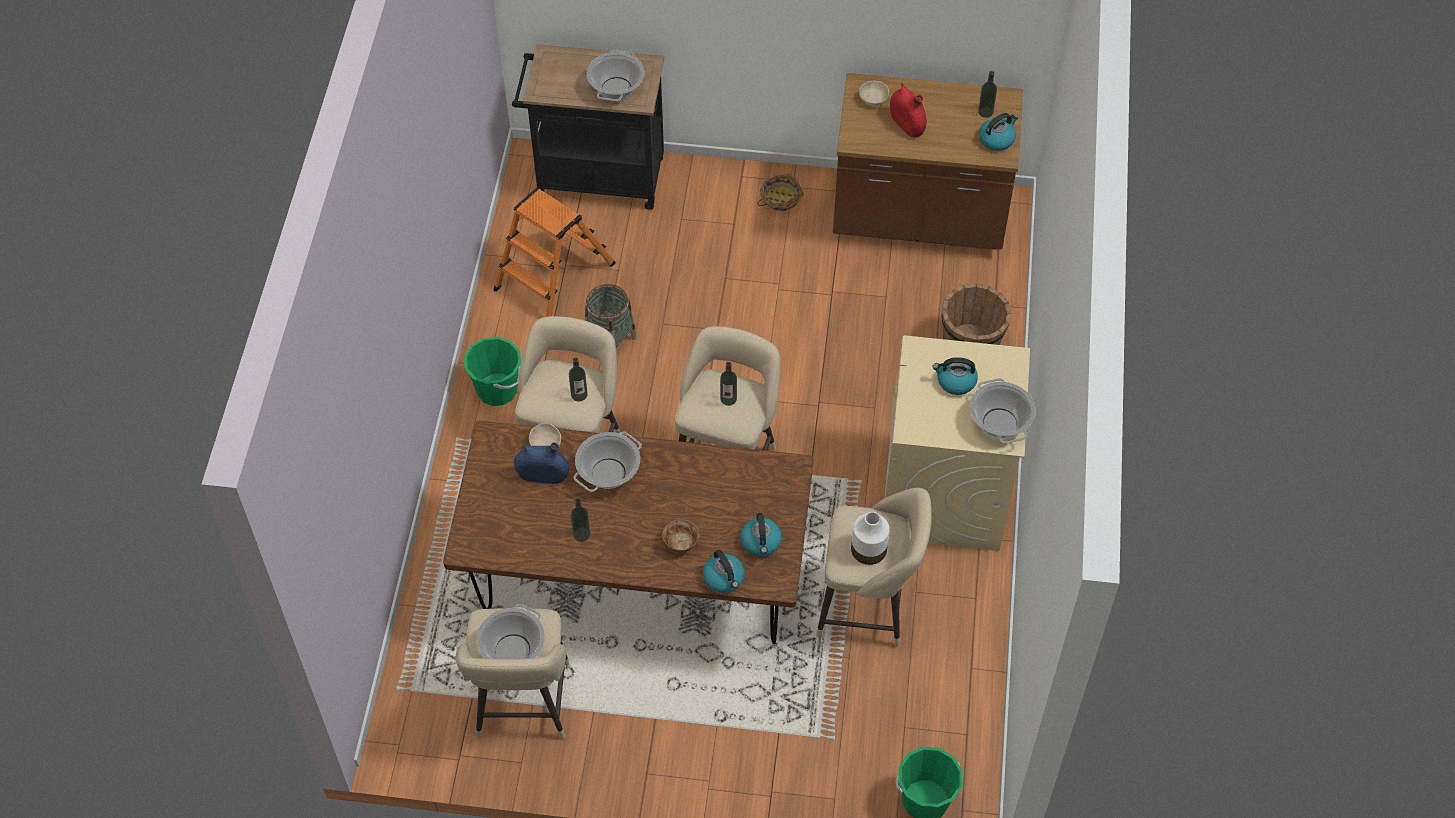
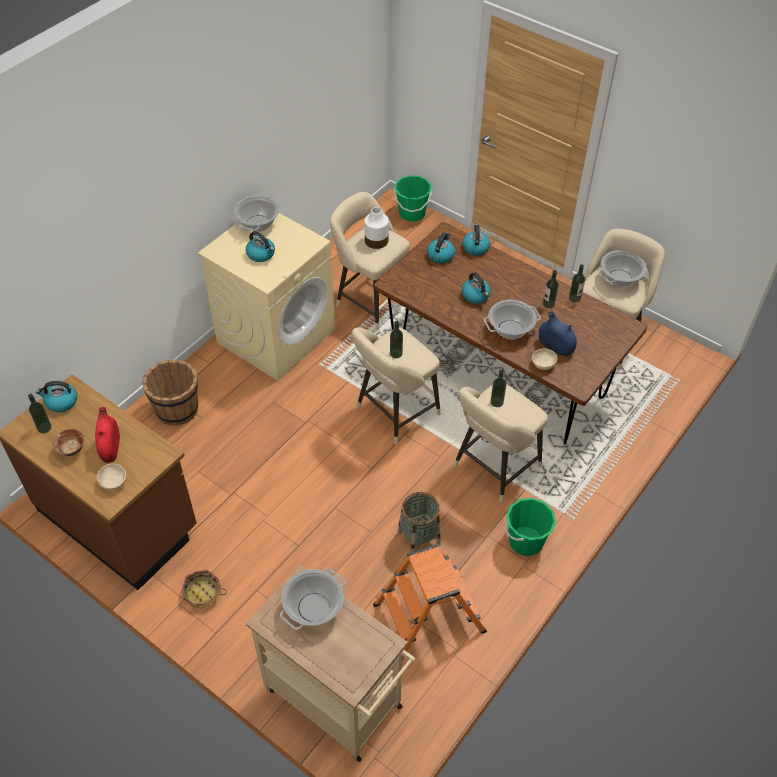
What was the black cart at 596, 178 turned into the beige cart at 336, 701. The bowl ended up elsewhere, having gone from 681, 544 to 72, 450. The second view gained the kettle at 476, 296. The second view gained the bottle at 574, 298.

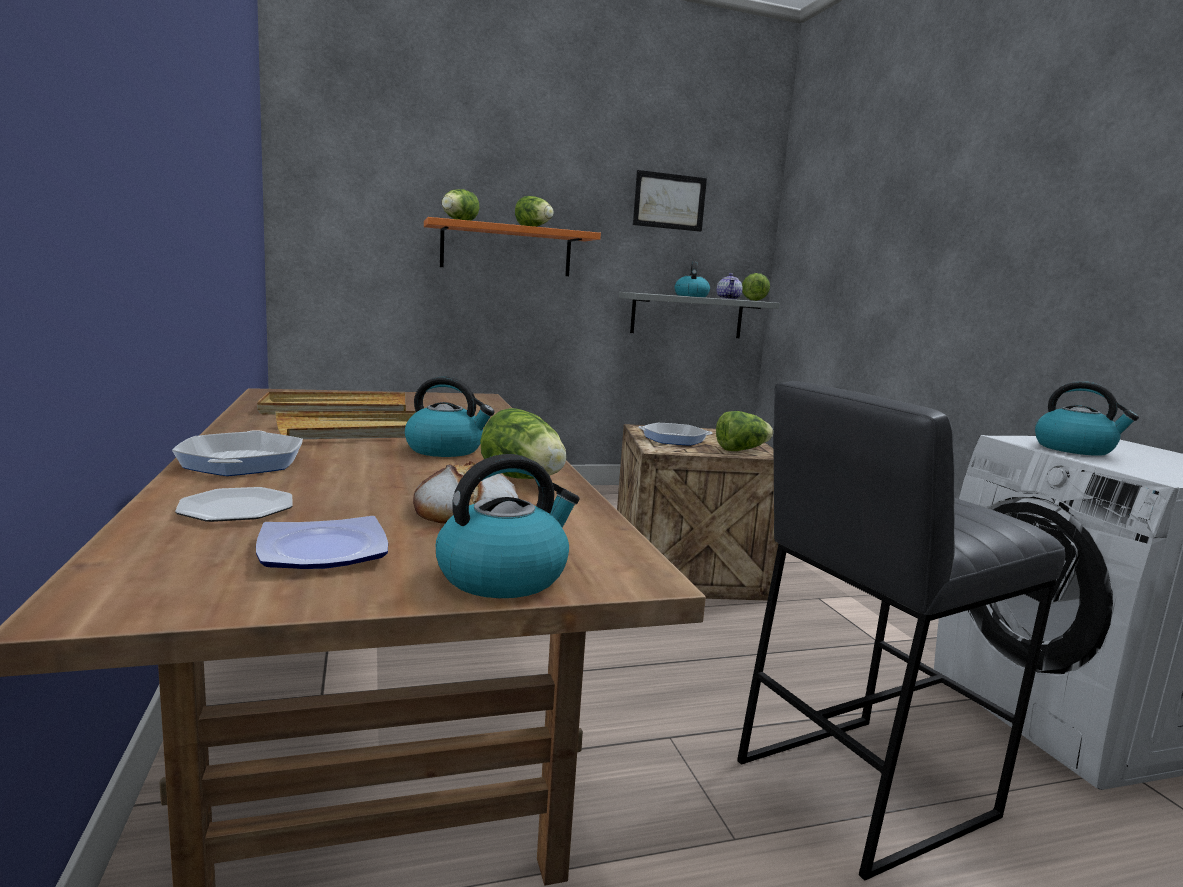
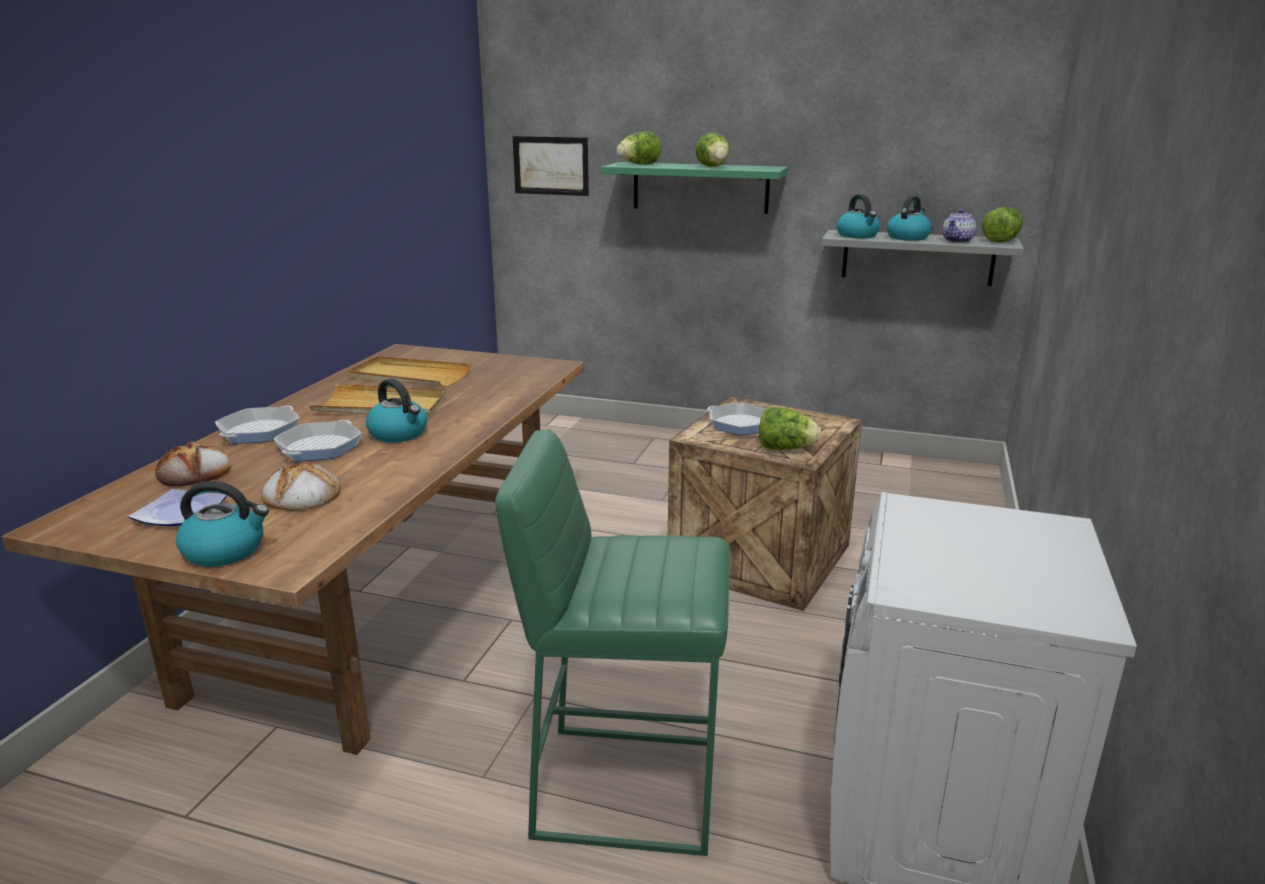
Where the plate stood at 237, 509, the bread came to stand at 195, 472. What was the orange shelf at 506, 250 turned into the green shelf at 700, 187. The second view lost the lettuce at 524, 479. The picture ended up elsewhere, having gone from 669, 201 to 551, 165. What was the grey stool at 861, 789 turned into the green stool at 622, 787. The kettle ended up elsewhere, having gone from 1075, 449 to 858, 236. The second view gained the frying pan at 319, 447.

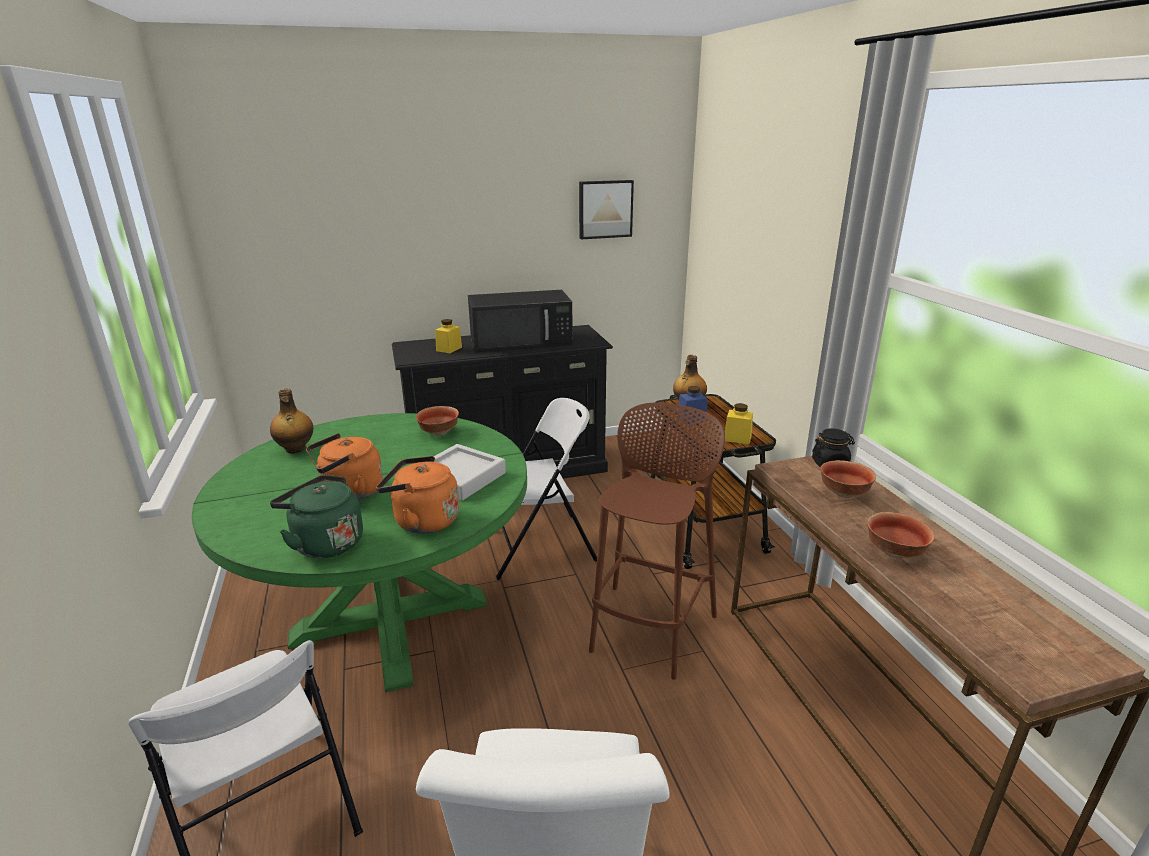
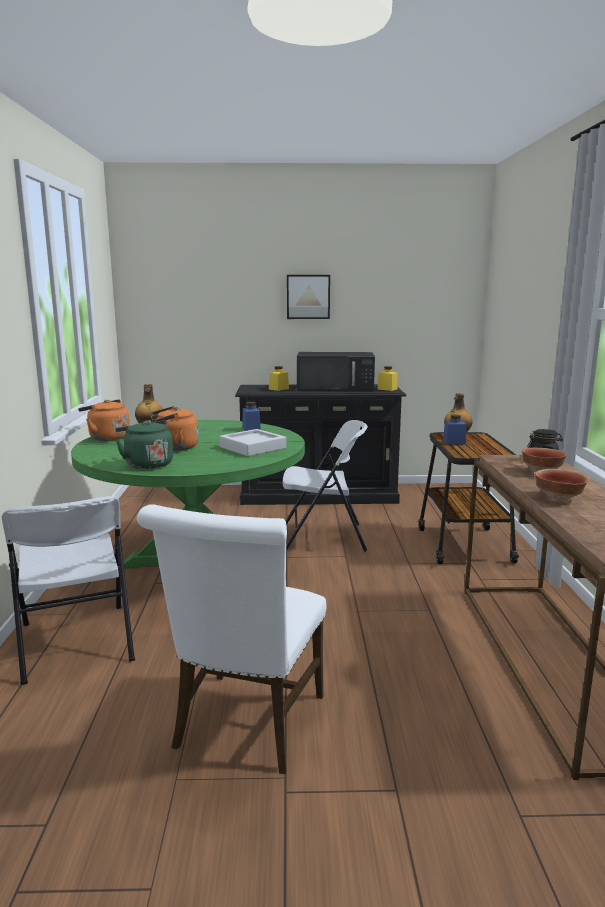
The orange kettle ended up elsewhere, having gone from 422, 521 to 107, 438. Where the bowl stood at 439, 432, the blue jar came to stand at 251, 429. The picture ended up elsewhere, having gone from 605, 209 to 308, 297. The second view lost the brown stool at 649, 629. The yellow jar ended up elsewhere, having gone from 737, 438 to 387, 389.

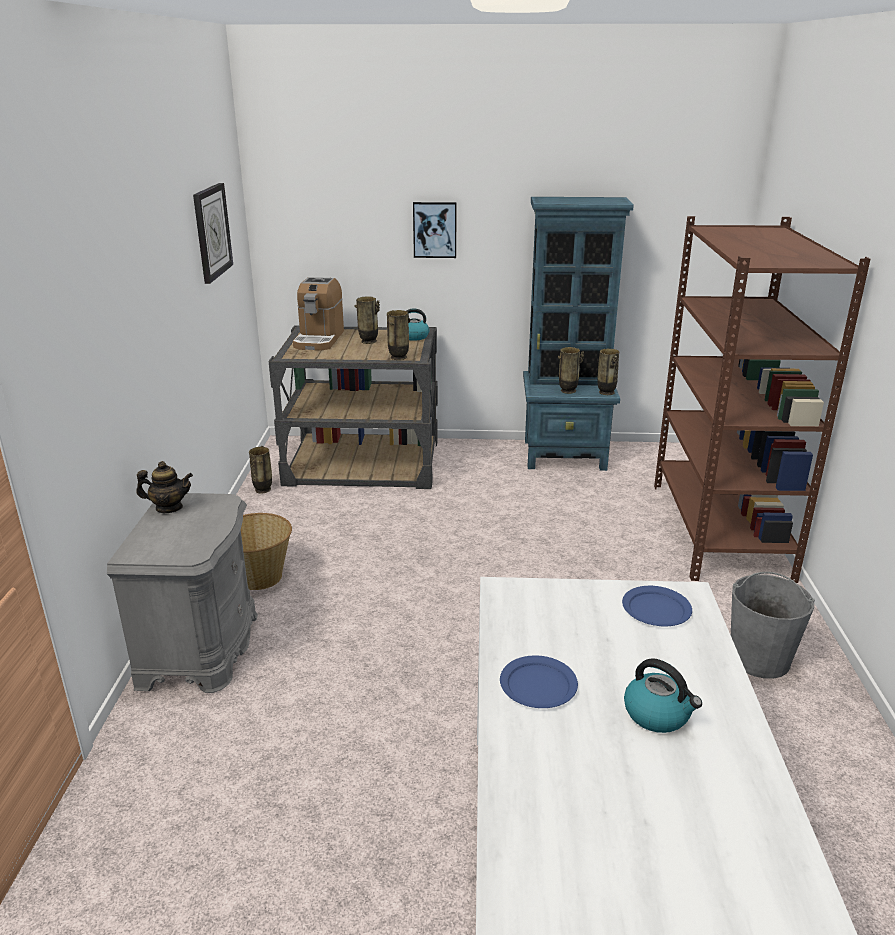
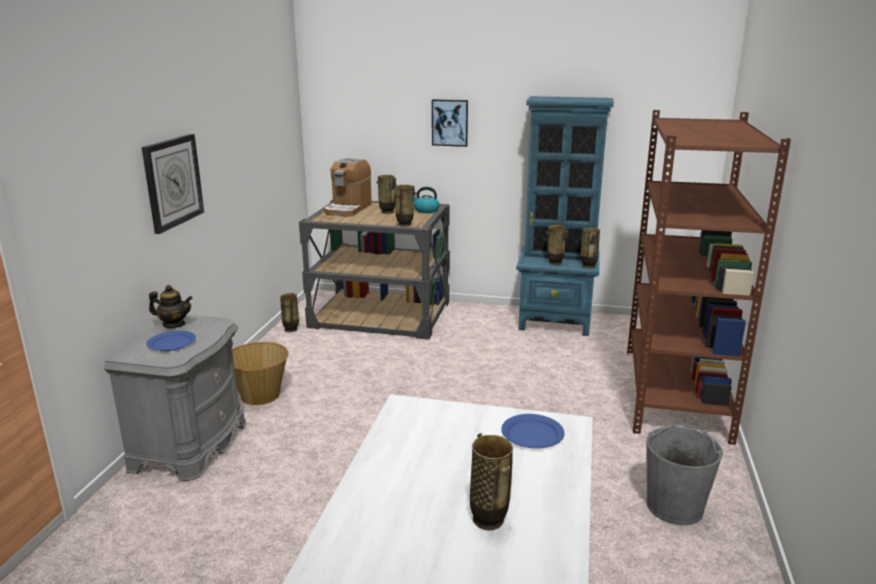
The wall clock ended up elsewhere, having gone from 212, 232 to 173, 182. The blue plate ended up elsewhere, having gone from 538, 684 to 172, 343. Where the kettle stood at 658, 714, the vase came to stand at 488, 520.

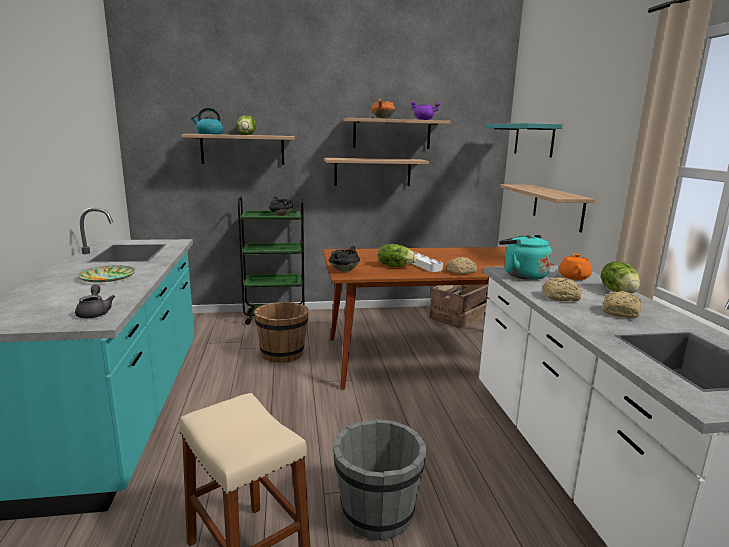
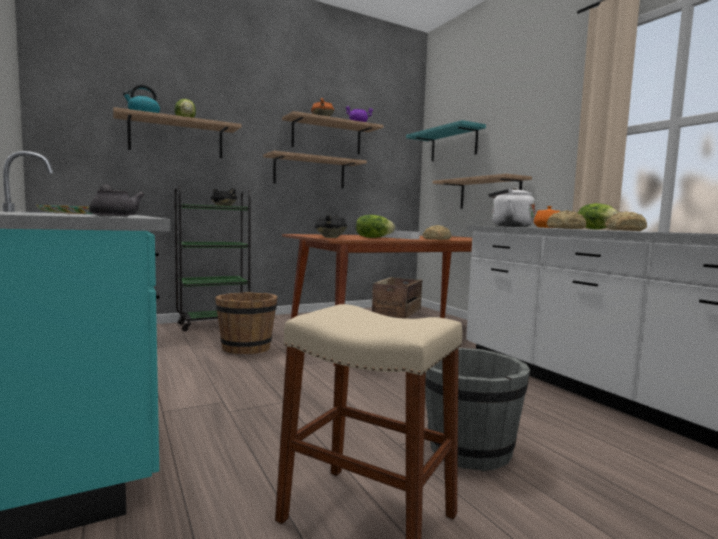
What was the turquoise kettle at 522, 275 turned into the white kettle at 508, 226.

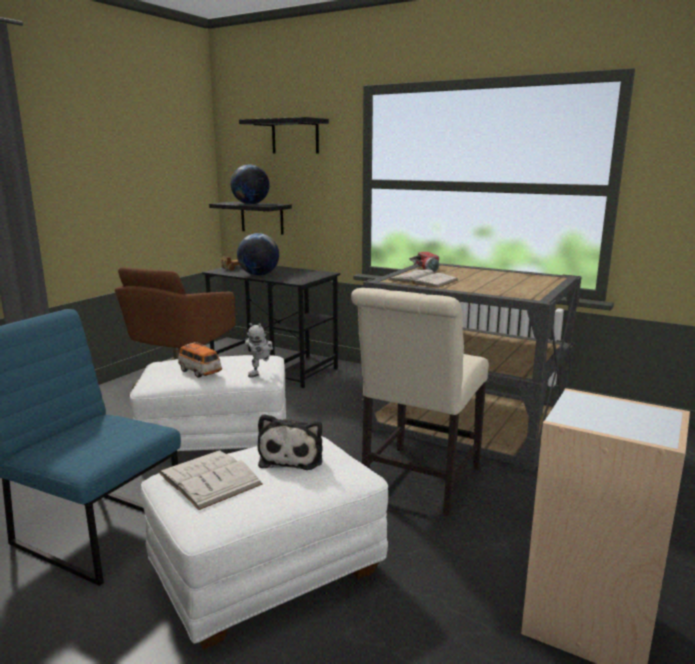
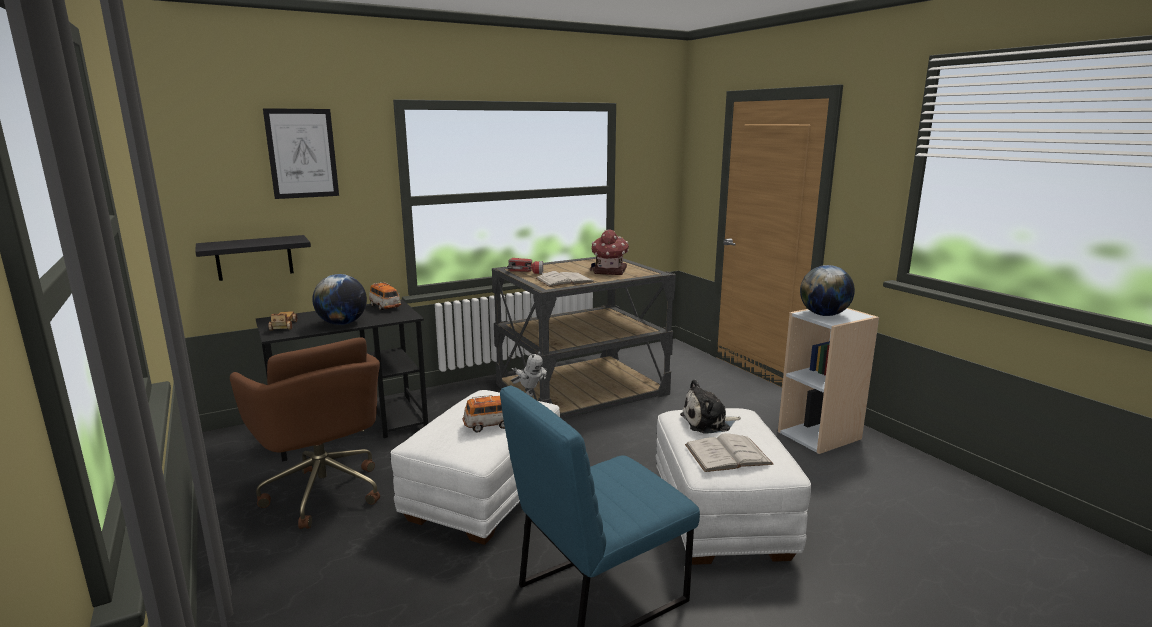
The globe ended up elsewhere, having gone from 251, 204 to 824, 314. Where the black shelf hung at 295, 136, the picture came to hang at 302, 153. The plush toy at 292, 456 ended up facing another way, 135 degrees clockwise from before. The second view lost the beige chair at 417, 483. The second view gained the toy car at 385, 307. The second view gained the toy house at 609, 271.

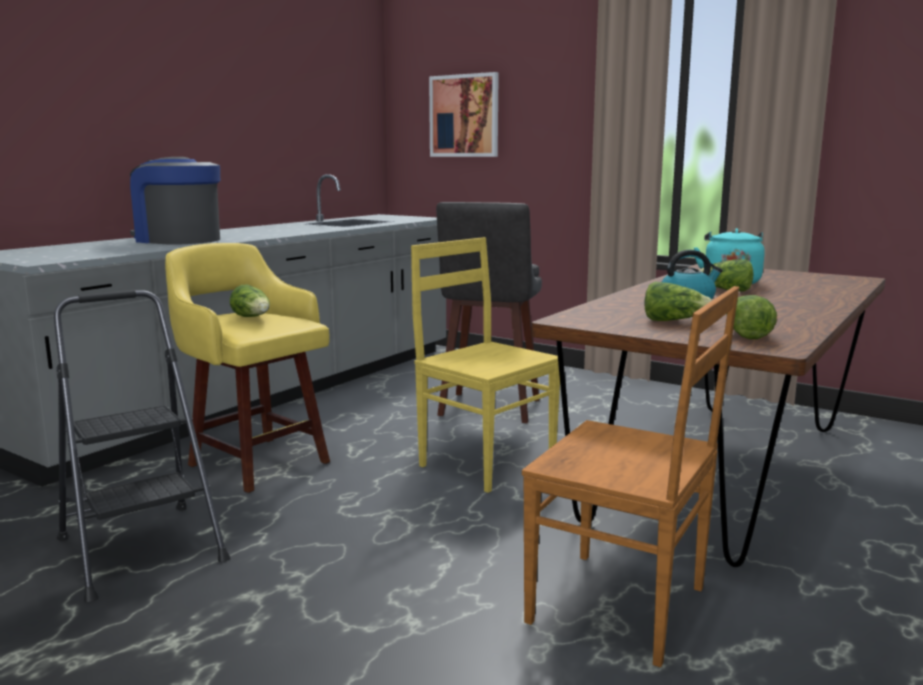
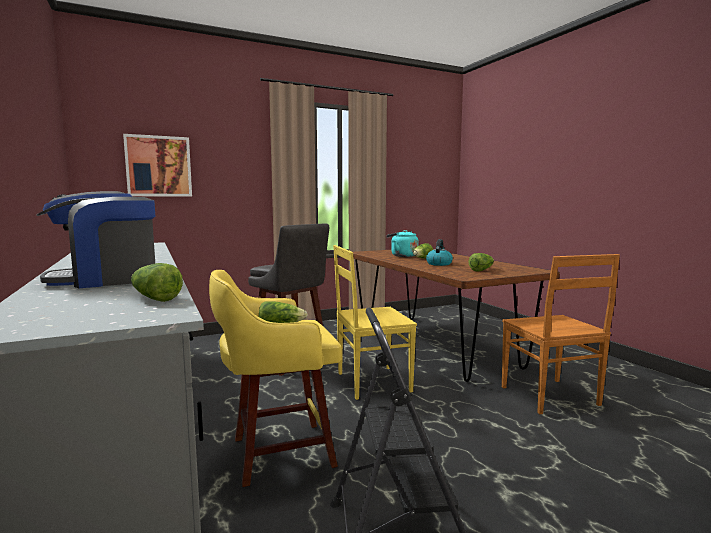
The brown chair at 622, 607 ended up facing another way, 105 degrees clockwise from before. The lettuce ended up elsewhere, having gone from 746, 334 to 155, 298.

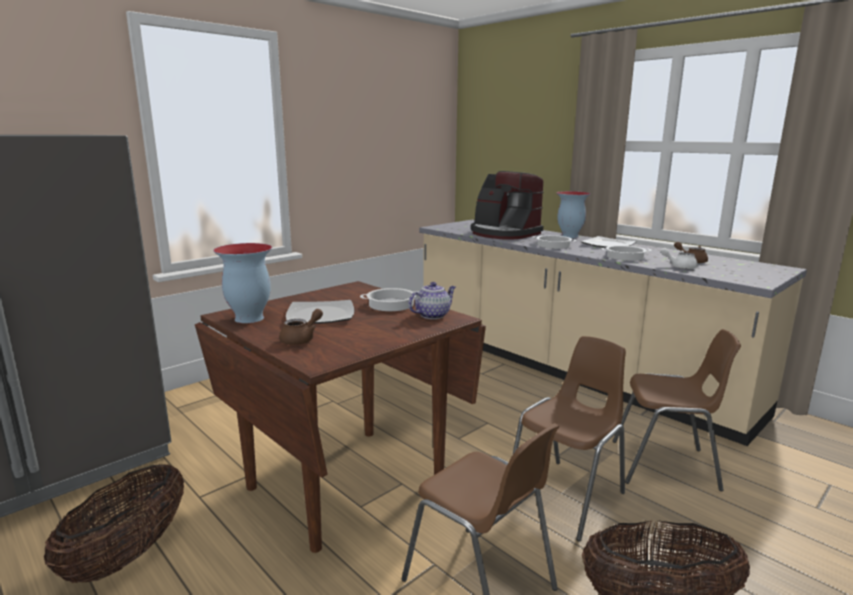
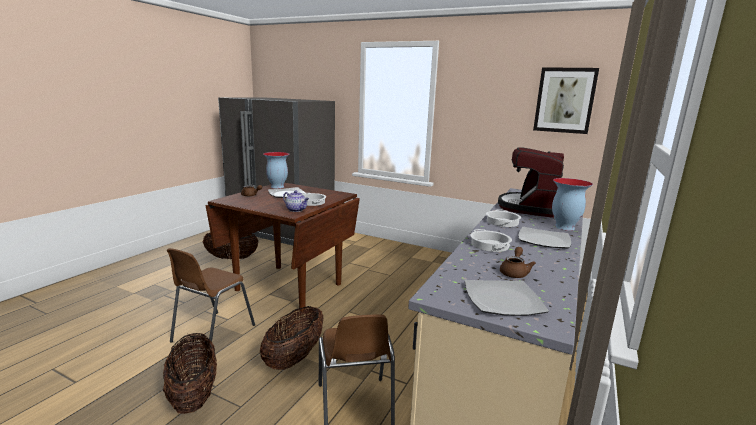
Where the brown chair stood at 567, 497, the basket came to stand at 294, 358. The second view lost the white teapot at 679, 267. The second view gained the plate at 504, 300. The second view gained the picture at 564, 100.

